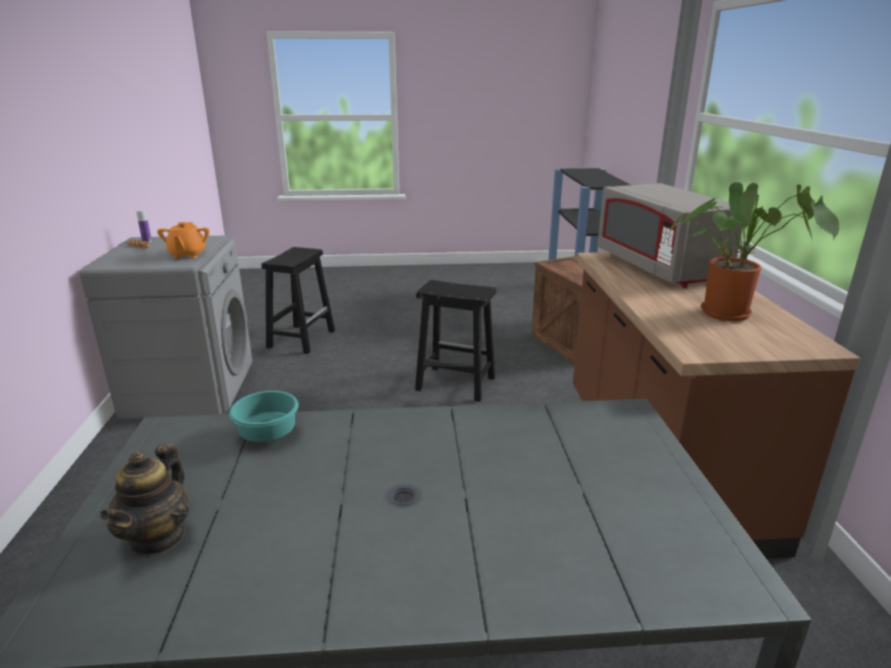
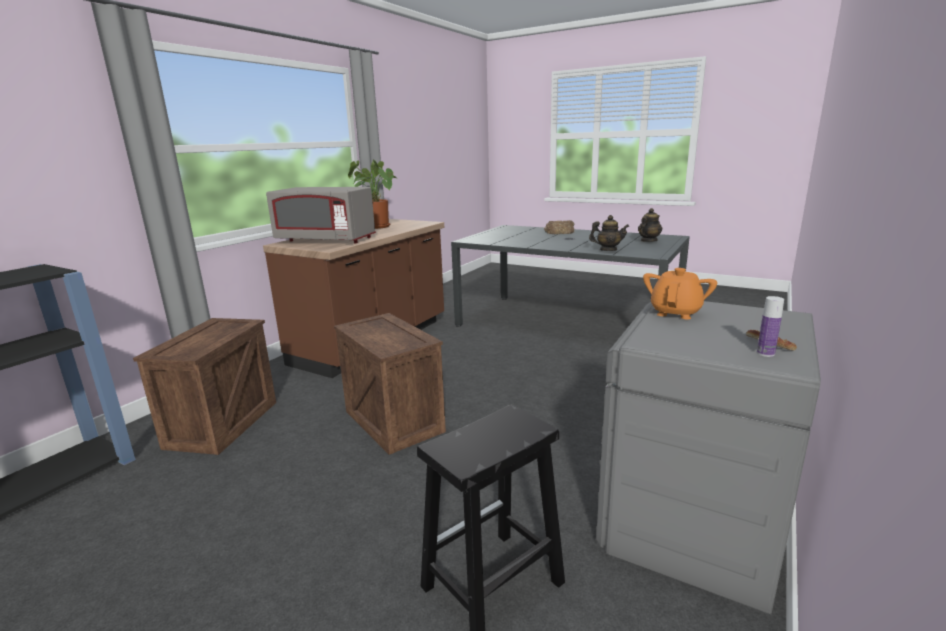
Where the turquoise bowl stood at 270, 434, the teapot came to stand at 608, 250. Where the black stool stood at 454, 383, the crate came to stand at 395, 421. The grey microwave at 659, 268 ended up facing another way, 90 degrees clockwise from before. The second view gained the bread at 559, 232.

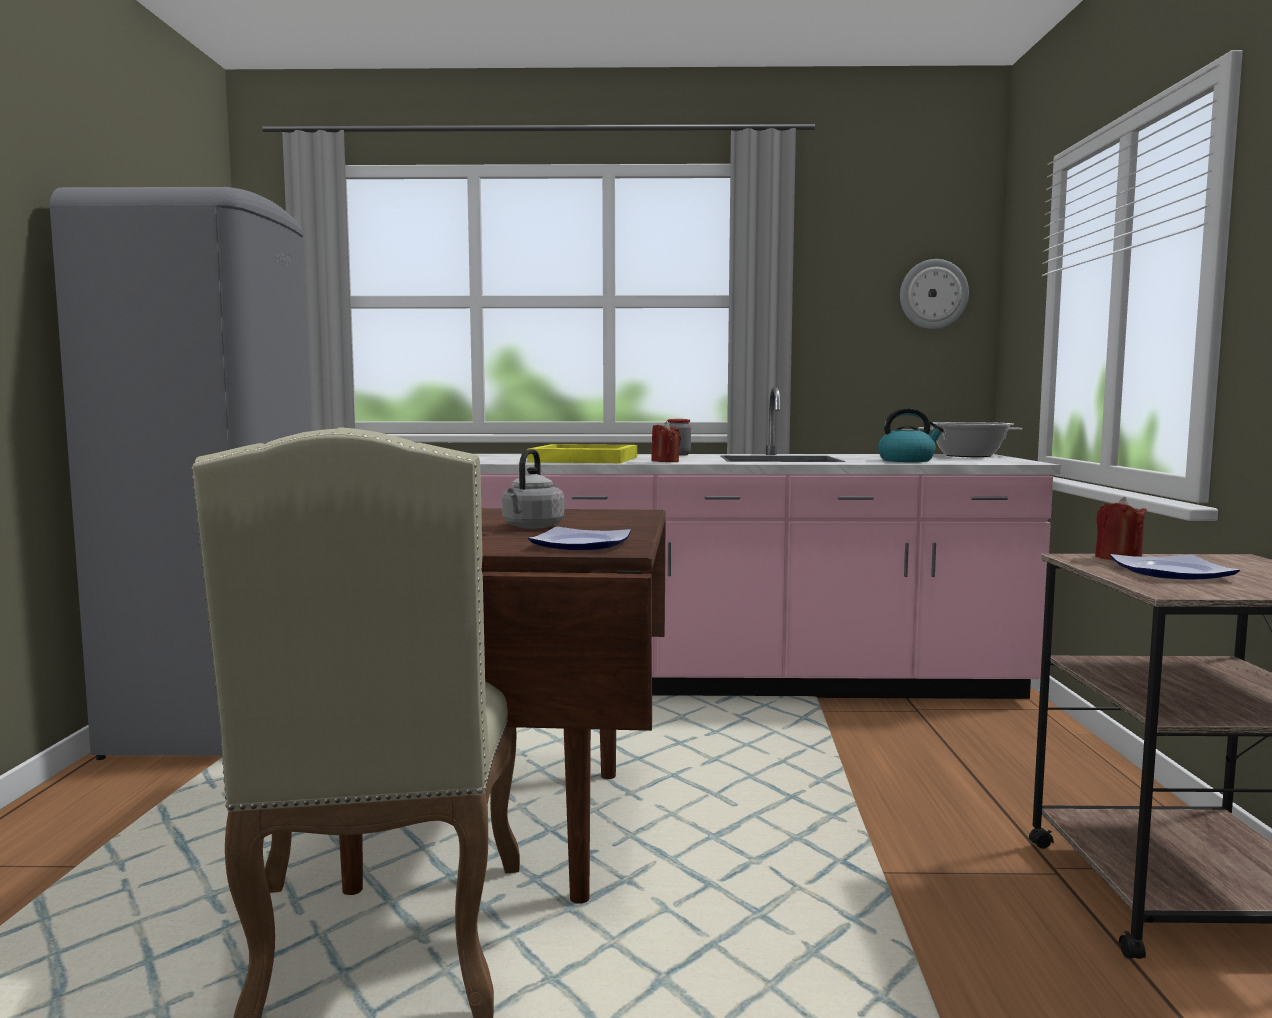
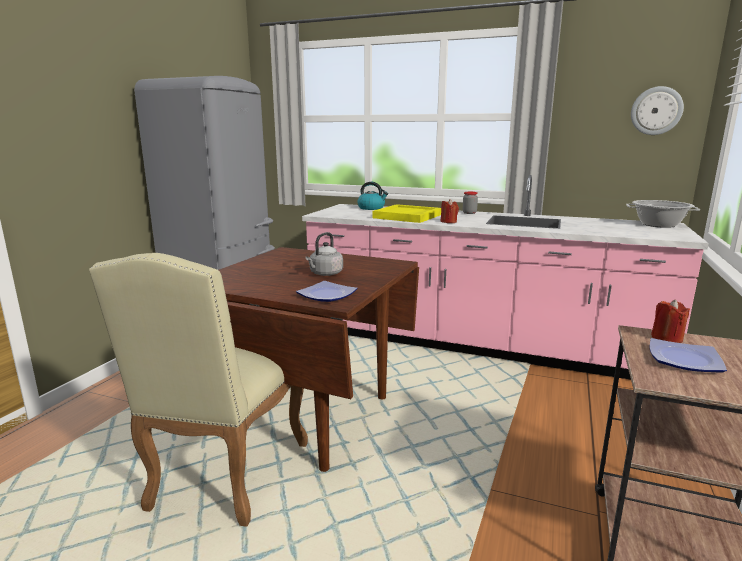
The kettle ended up elsewhere, having gone from 907, 460 to 371, 208.

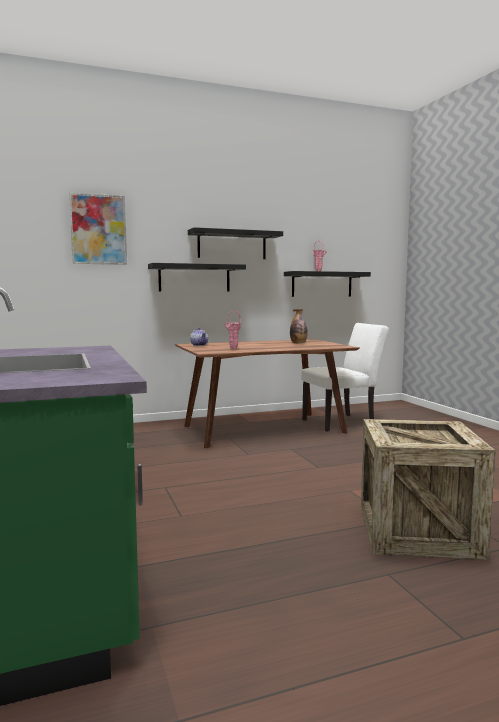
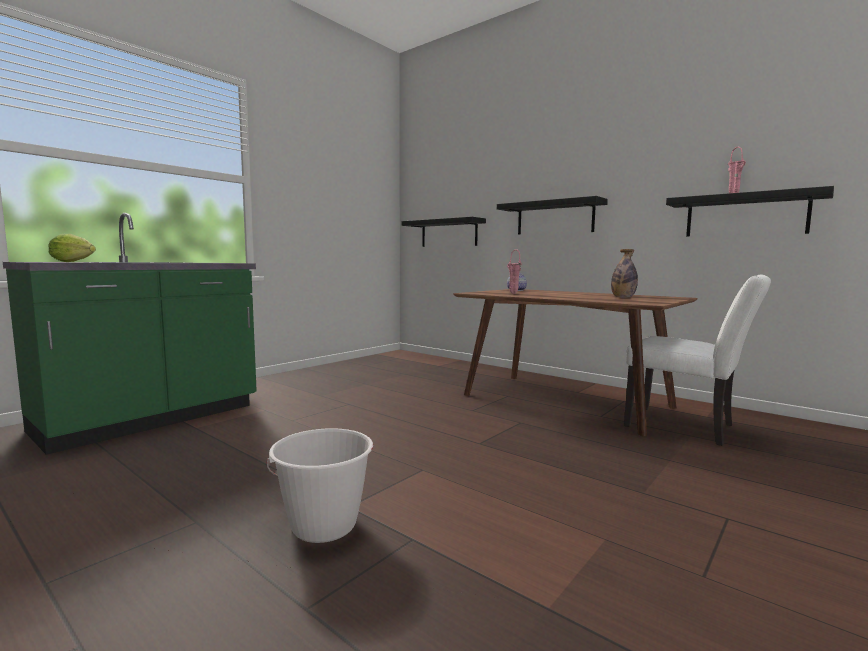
The second view lost the picture at 98, 229. The black shelf ended up elsewhere, having gone from 232, 245 to 449, 233. Where the crate stood at 417, 531, the white bucket came to stand at 324, 526. The second view gained the lettuce at 75, 262.

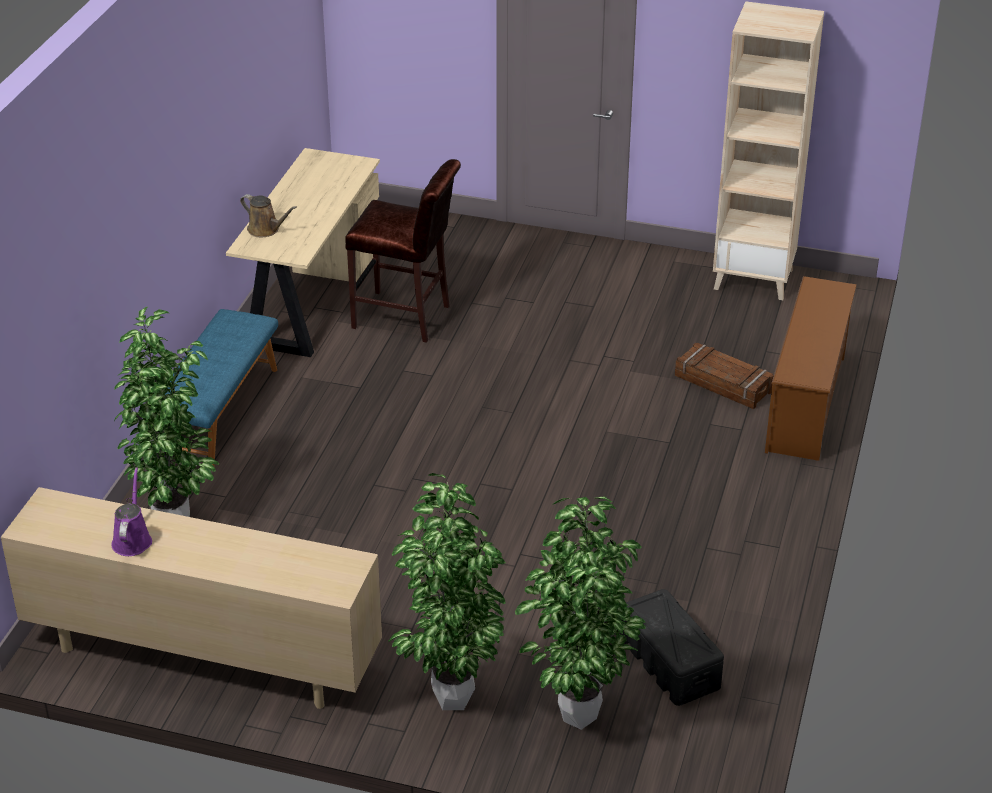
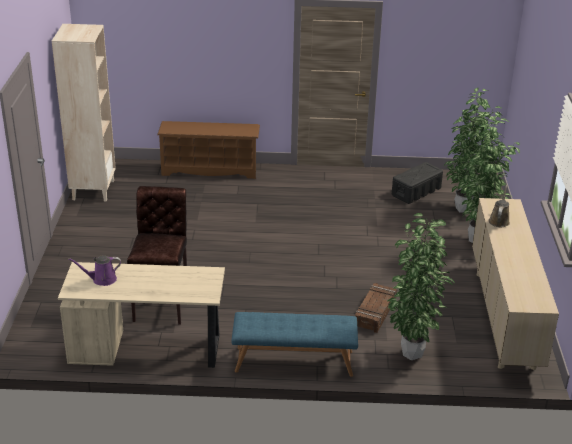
The purple watering can ended up elsewhere, having gone from 132, 539 to 102, 279. The brown watering can ended up elsewhere, having gone from 266, 230 to 499, 220. The crate ended up elsewhere, having gone from 723, 383 to 374, 312.

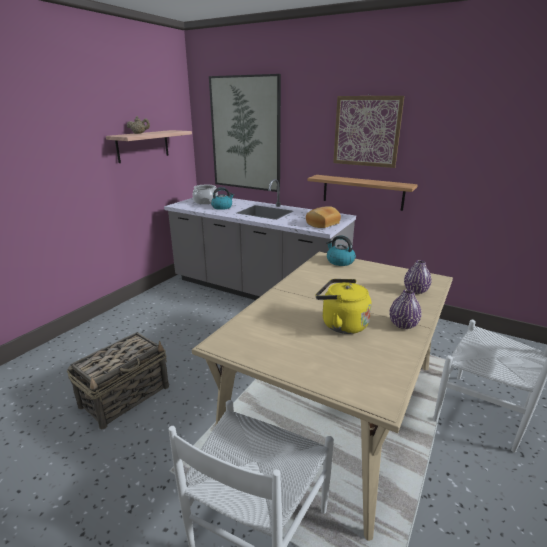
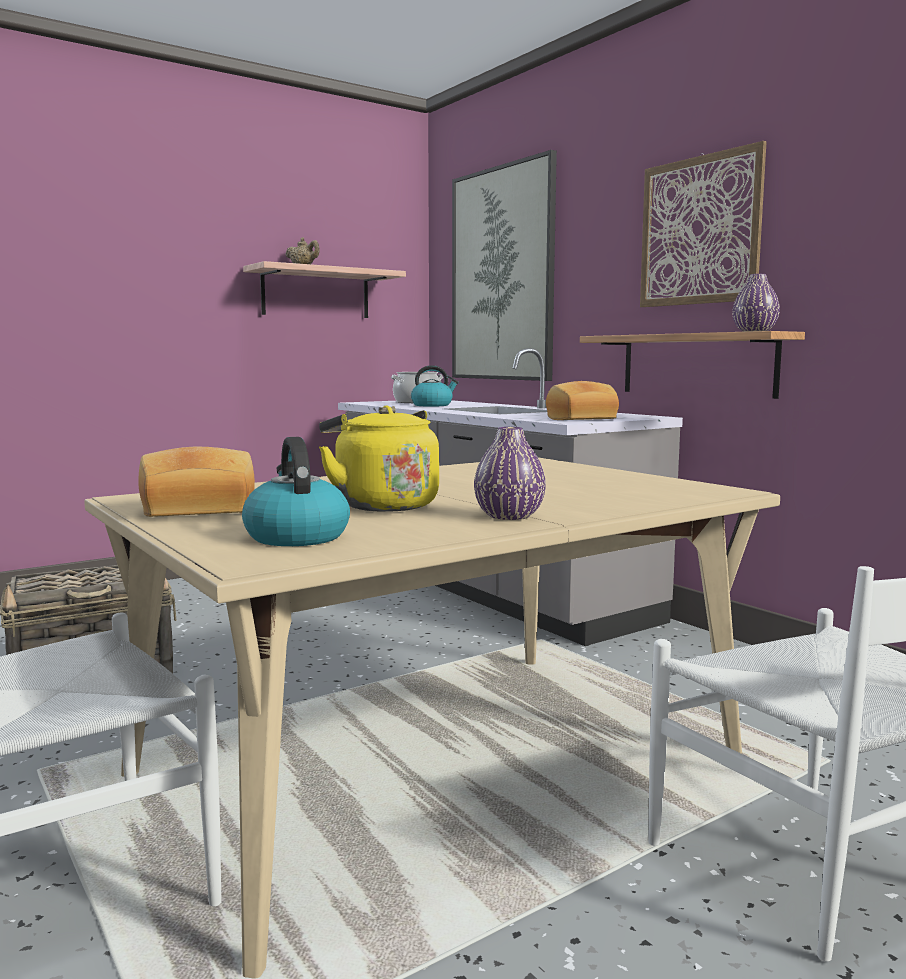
The kettle ended up elsewhere, having gone from 339, 261 to 296, 536. The purple vase ended up elsewhere, having gone from 415, 291 to 754, 331. The second view gained the bread at 199, 510.

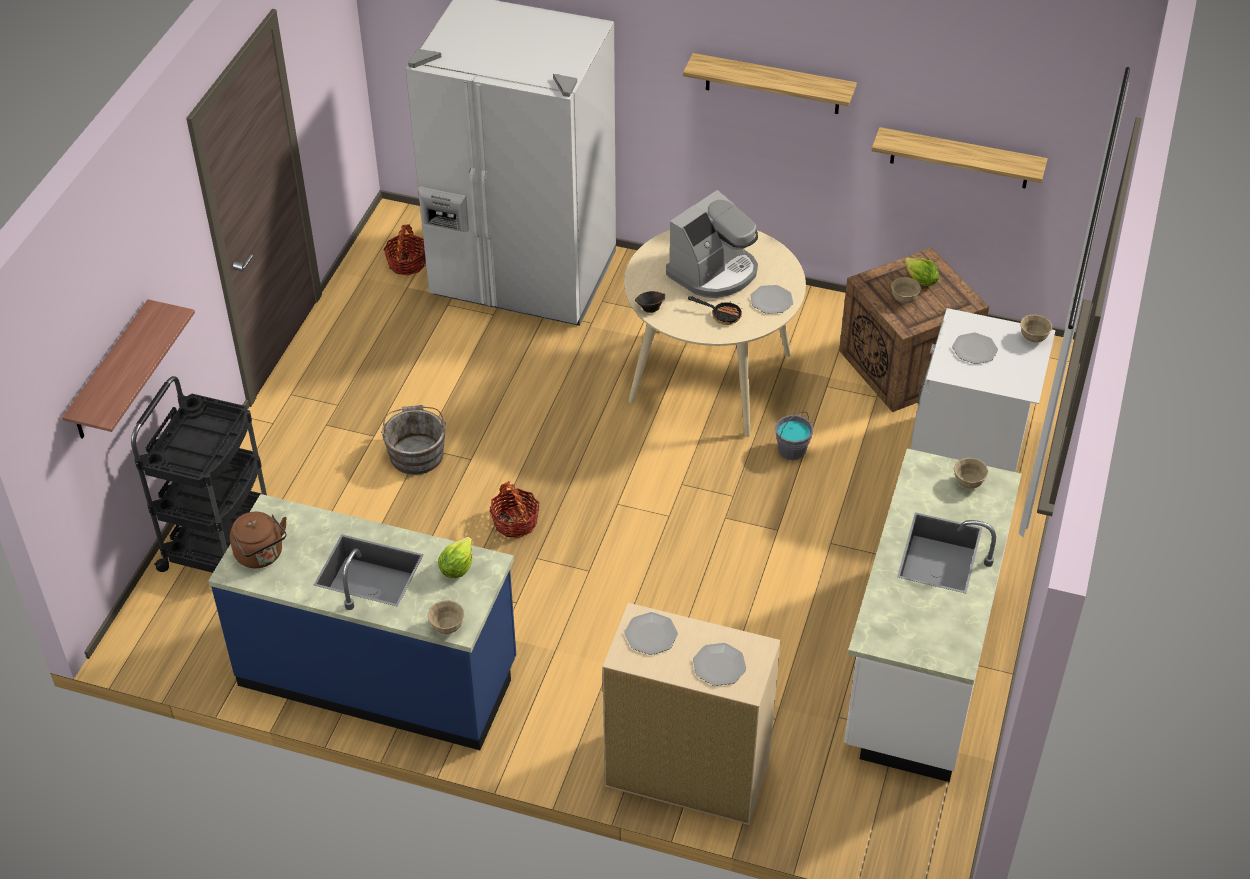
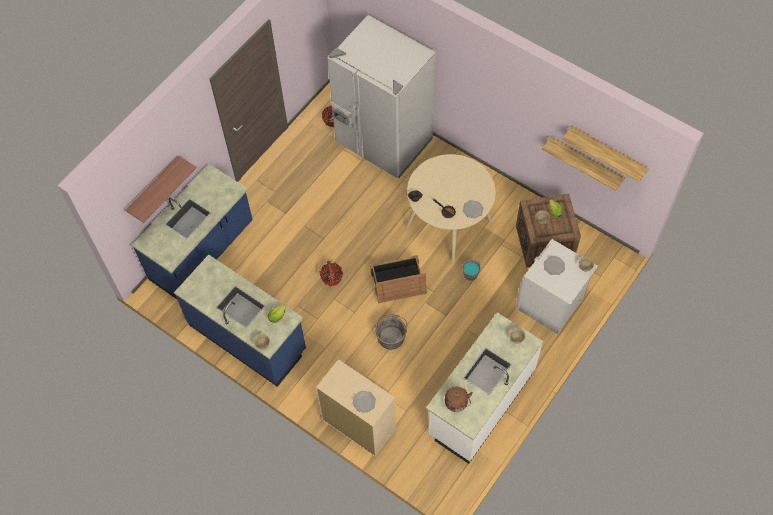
Where the black cart stood at 220, 544, the blue counter came to stand at 202, 252. The brown kettle ended up elsewhere, having gone from 261, 555 to 457, 404. The grey bucket ended up elsewhere, having gone from 416, 452 to 391, 335. The second view lost the plate at 651, 634. The second view lost the coffee machine at 714, 272. The shelf ended up elsewhere, having gone from 772, 84 to 608, 152. The second view gained the crate at 398, 283.

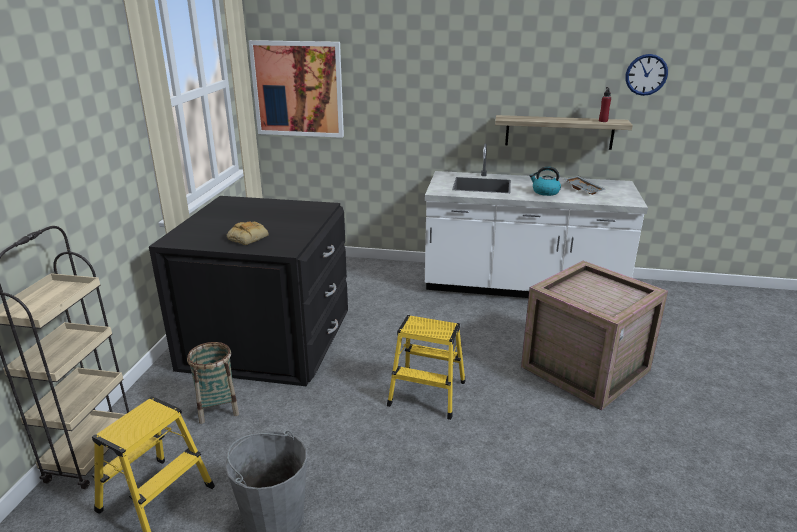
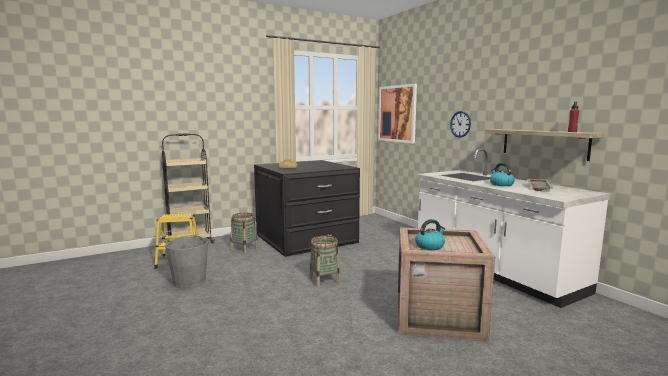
Where the yellow step ladder stood at 427, 392, the basket came to stand at 324, 280. The wall clock ended up elsewhere, having gone from 646, 74 to 460, 124. The second view gained the kettle at 430, 246.

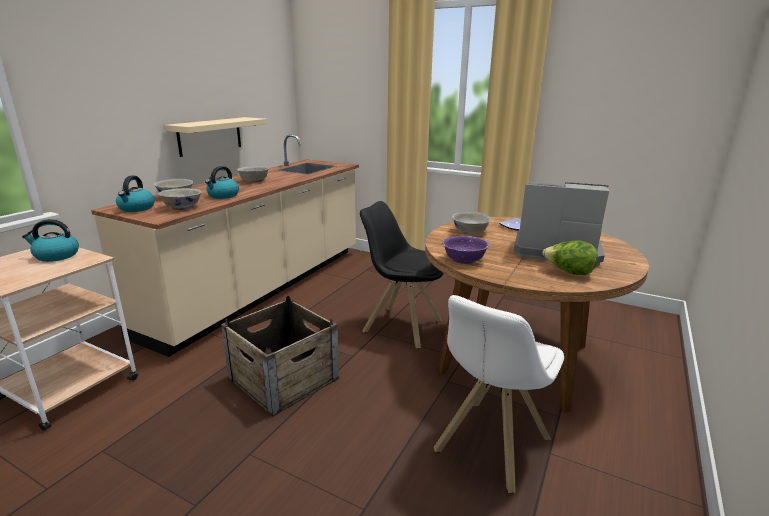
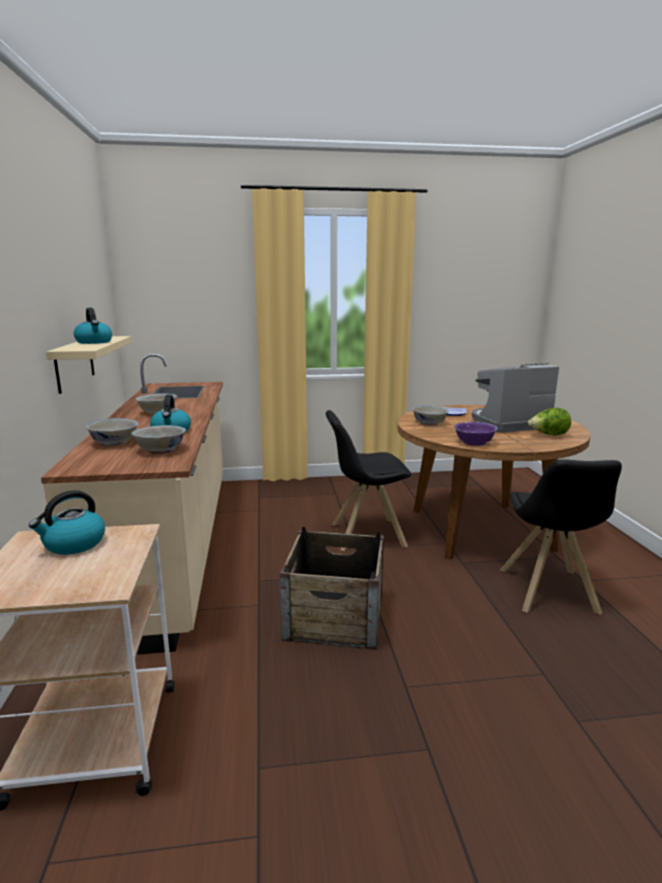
The kettle ended up elsewhere, having gone from 136, 208 to 94, 342. What was the white chair at 491, 444 turned into the black chair at 548, 591.

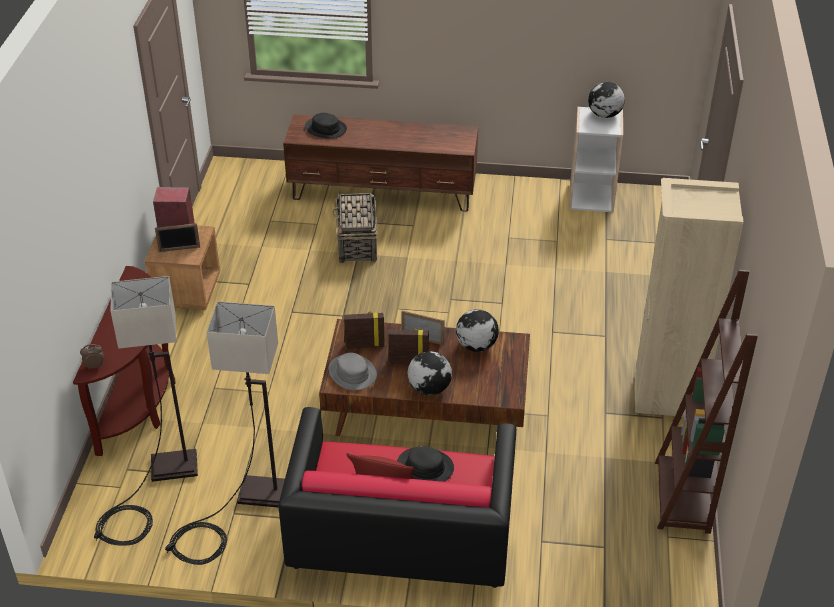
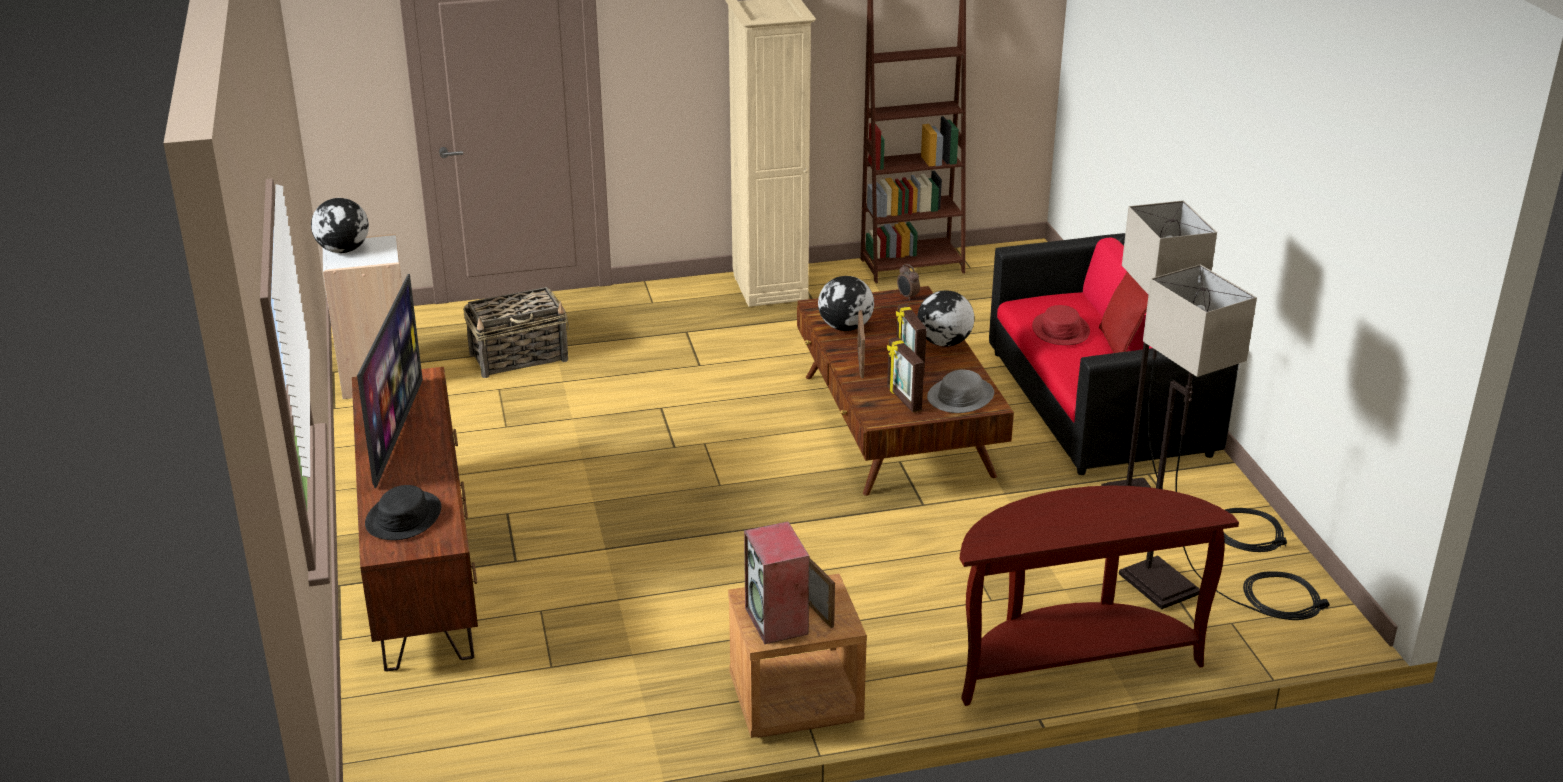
The alarm clock ended up elsewhere, having gone from 94, 366 to 907, 297. The basket ended up elsewhere, having gone from 357, 244 to 520, 357. What was the black hat at 425, 467 turned into the red hat at 1061, 330. The second view gained the television at 396, 431.

